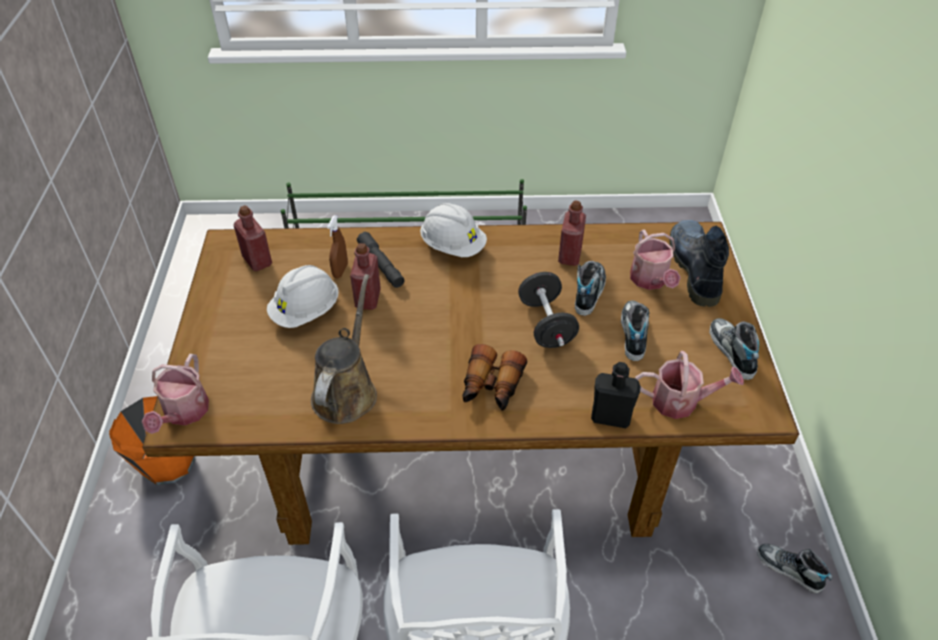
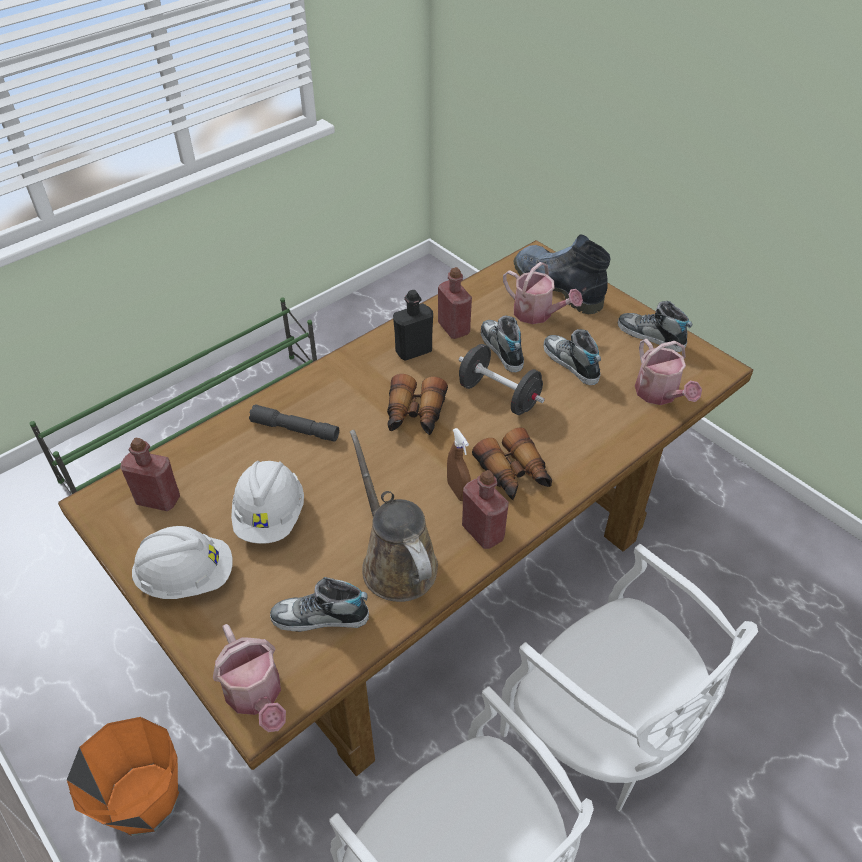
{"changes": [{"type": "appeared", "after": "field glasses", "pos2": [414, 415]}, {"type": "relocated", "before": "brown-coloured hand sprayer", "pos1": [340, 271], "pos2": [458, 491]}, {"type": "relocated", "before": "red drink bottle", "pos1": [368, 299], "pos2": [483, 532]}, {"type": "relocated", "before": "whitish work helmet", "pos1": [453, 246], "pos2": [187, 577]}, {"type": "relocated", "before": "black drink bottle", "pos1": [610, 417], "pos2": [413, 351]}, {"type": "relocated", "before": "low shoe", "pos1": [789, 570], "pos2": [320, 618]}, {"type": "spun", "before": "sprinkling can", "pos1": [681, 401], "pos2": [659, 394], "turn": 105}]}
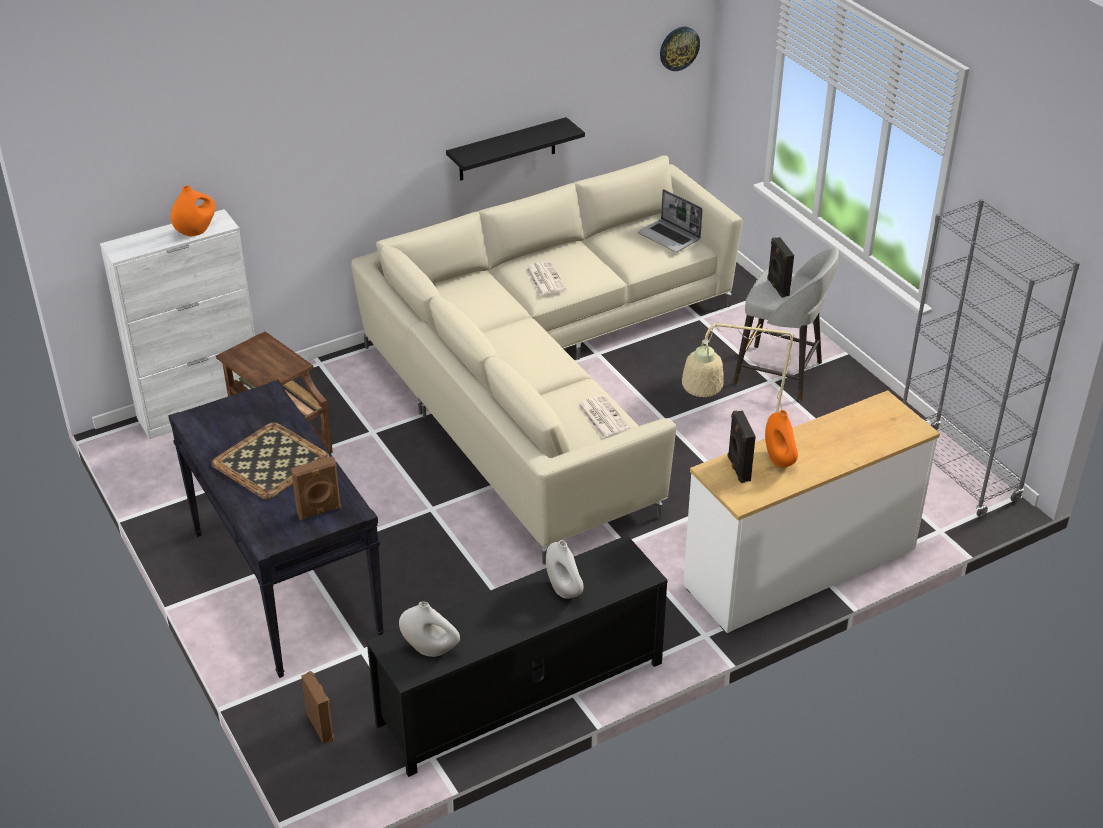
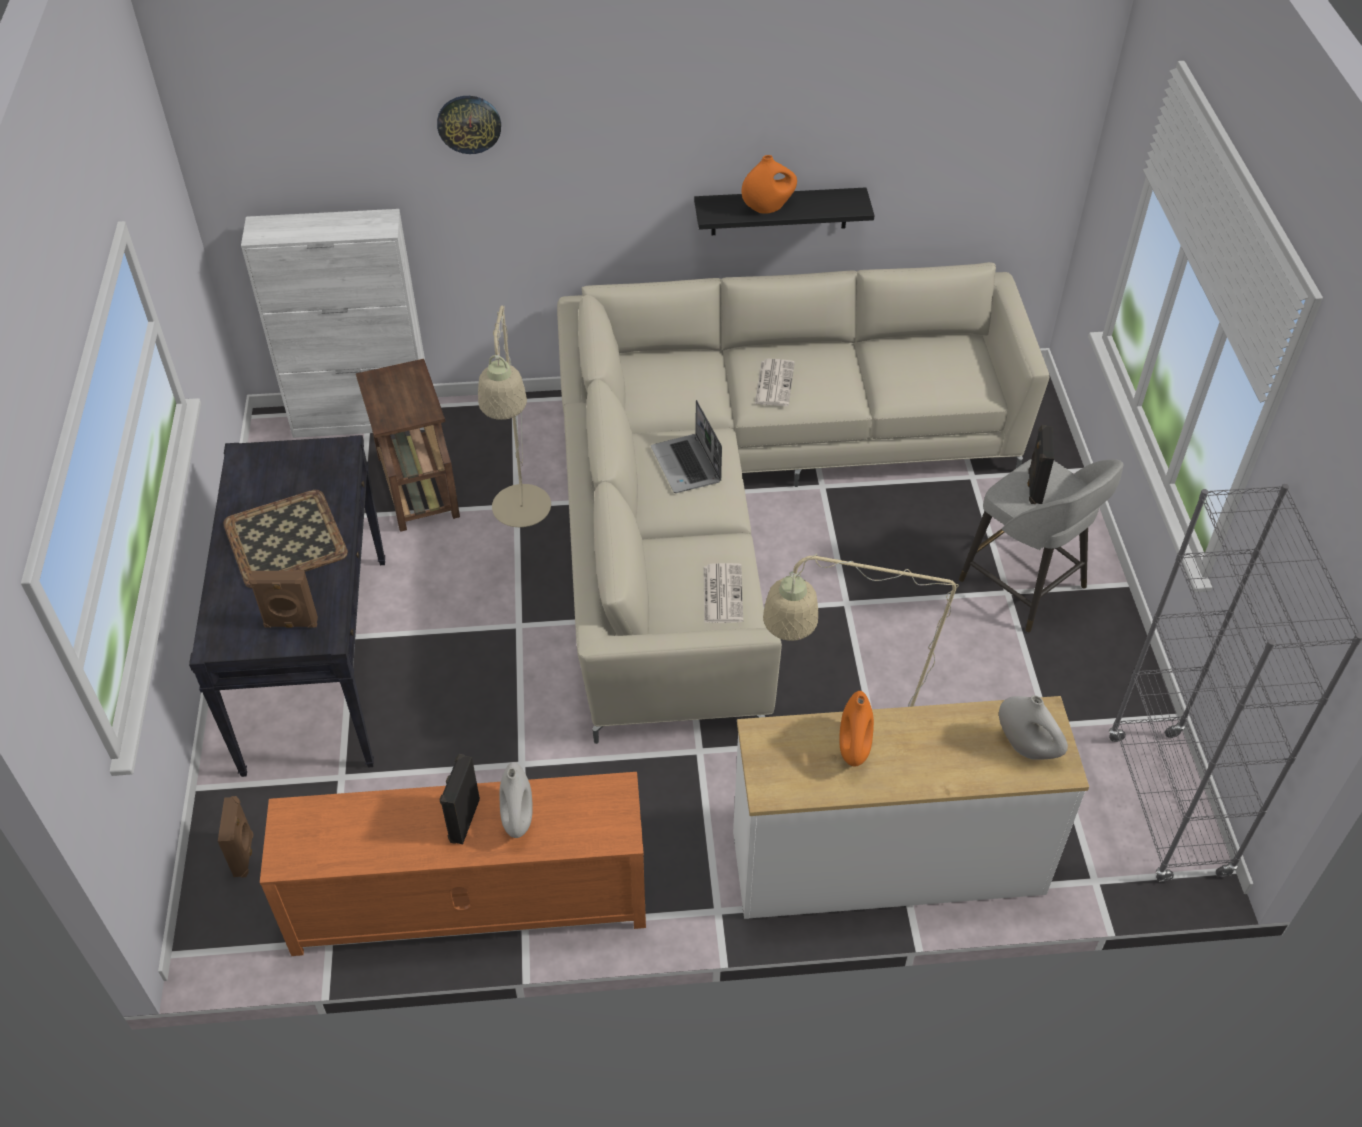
{"changes": [{"type": "appeared", "after": "beige floor lamp", "pos2": [522, 517]}, {"type": "relocated", "before": "orange vase", "pos1": [196, 231], "pos2": [768, 207]}, {"type": "relocated", "before": "whitish vase", "pos1": [430, 649], "pos2": [1027, 747]}, {"type": "relocated", "before": "notebook computer", "pos1": [670, 237], "pos2": [687, 465]}, {"type": "relocated", "before": "clock on the wall", "pos1": [679, 48], "pos2": [469, 123]}, {"type": "relocated", "before": "black loudspeaker", "pos1": [738, 469], "pos2": [463, 820]}, {"type": "colour", "before": "black tv unit", "after": "orange tv unit", "pos1": [520, 694], "pos2": [468, 901]}]}
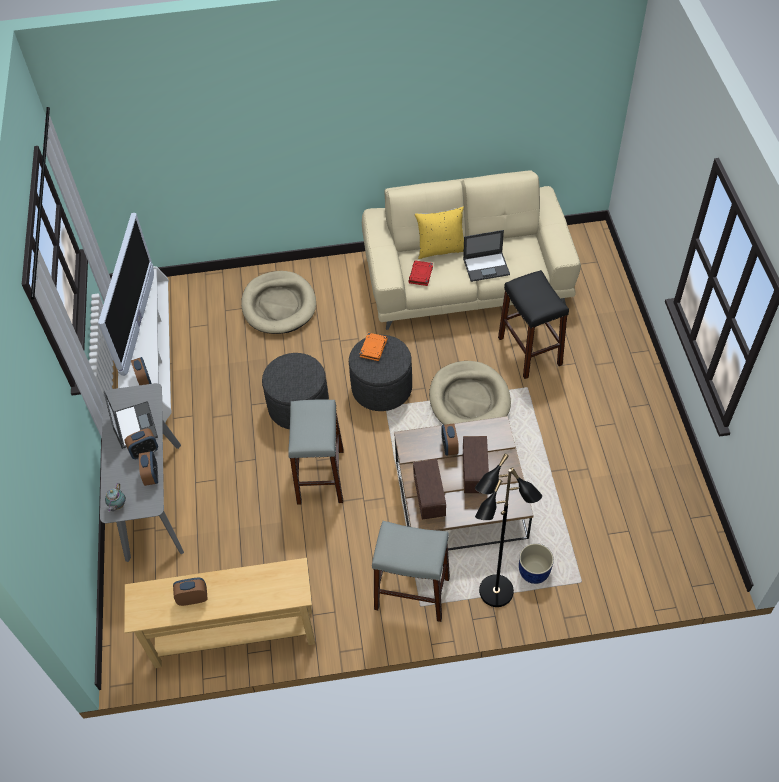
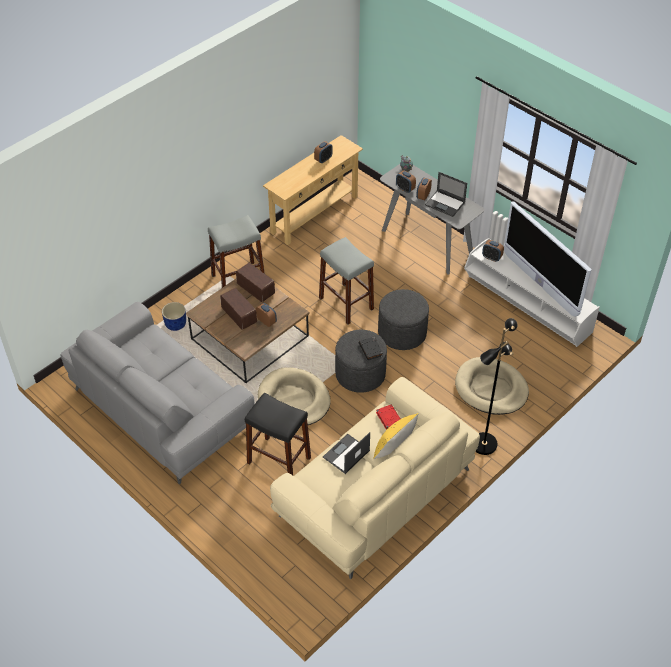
{"changes": [{"type": "appeared", "after": "greyish couch", "pos2": [162, 408]}, {"type": "relocated", "before": "black floor lamp", "pos1": [496, 592], "pos2": [483, 443]}, {"type": "colour", "before": "orange bound book", "after": "black bound book", "pos1": [373, 348], "pos2": [371, 350]}]}
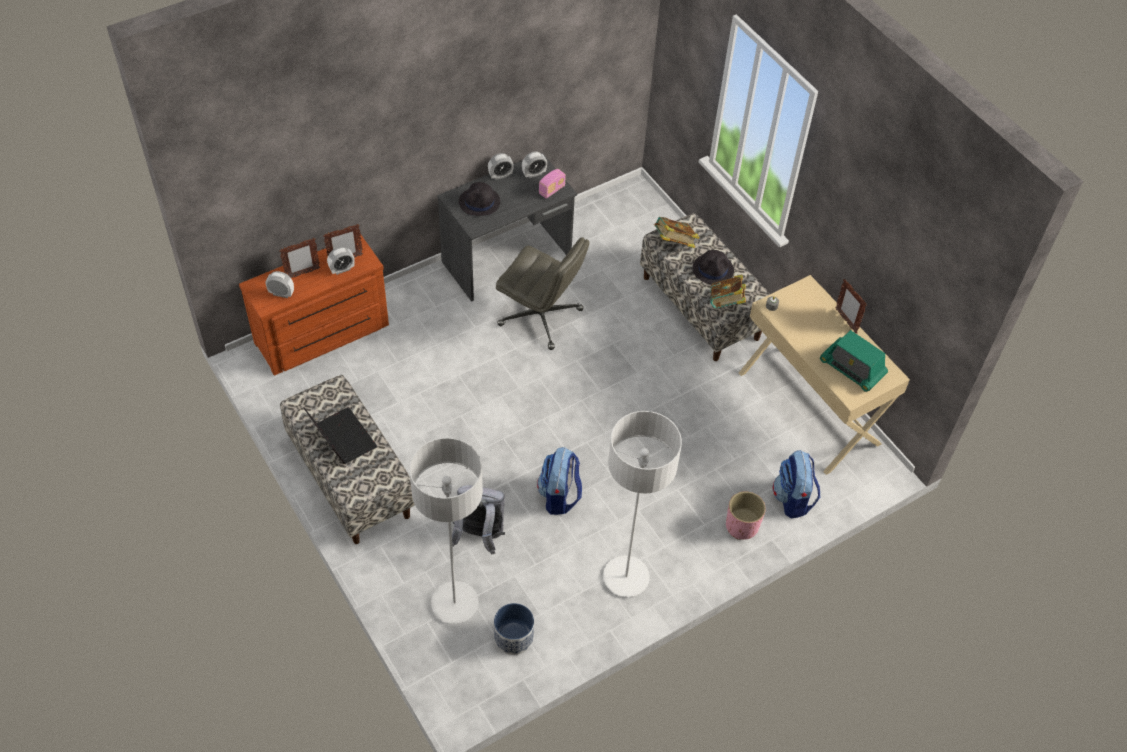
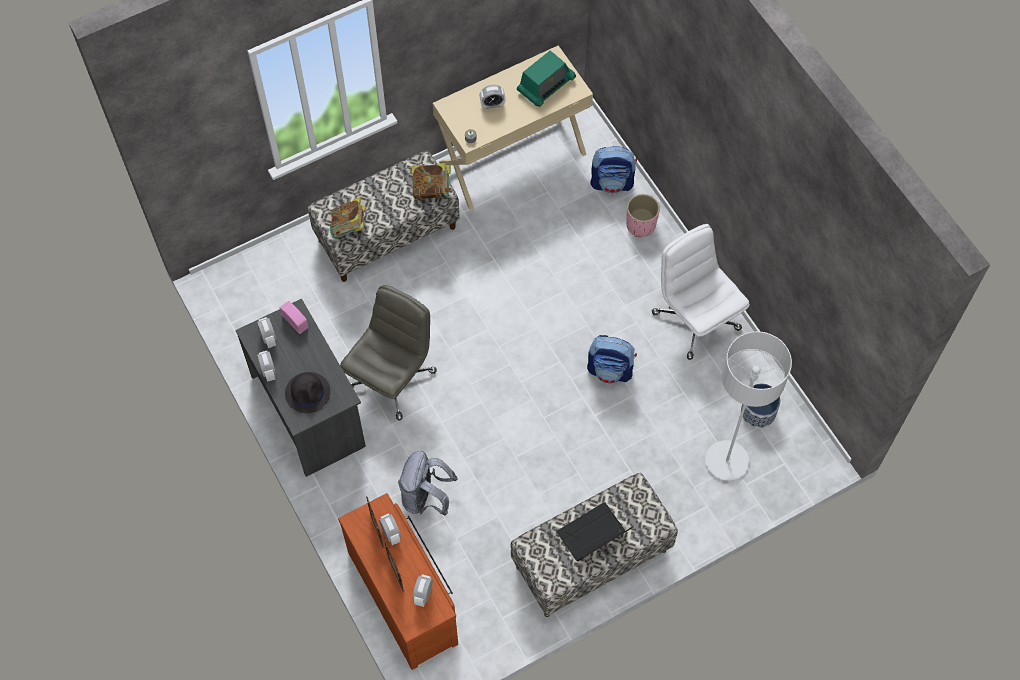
{"changes": [{"type": "missing", "before": "black wearable hat", "pos1": [713, 269]}, {"type": "missing", "before": "picture frame", "pos1": [845, 321]}, {"type": "appeared", "after": "bedside clock", "pos2": [492, 104]}, {"type": "relocated", "before": "greyish rucksack", "pos1": [479, 536], "pos2": [426, 497]}, {"type": "exchanged", "before": "whitish floor lamp", "after": "whitish desk chair", "pos1": [626, 577], "pos2": [695, 320]}]}
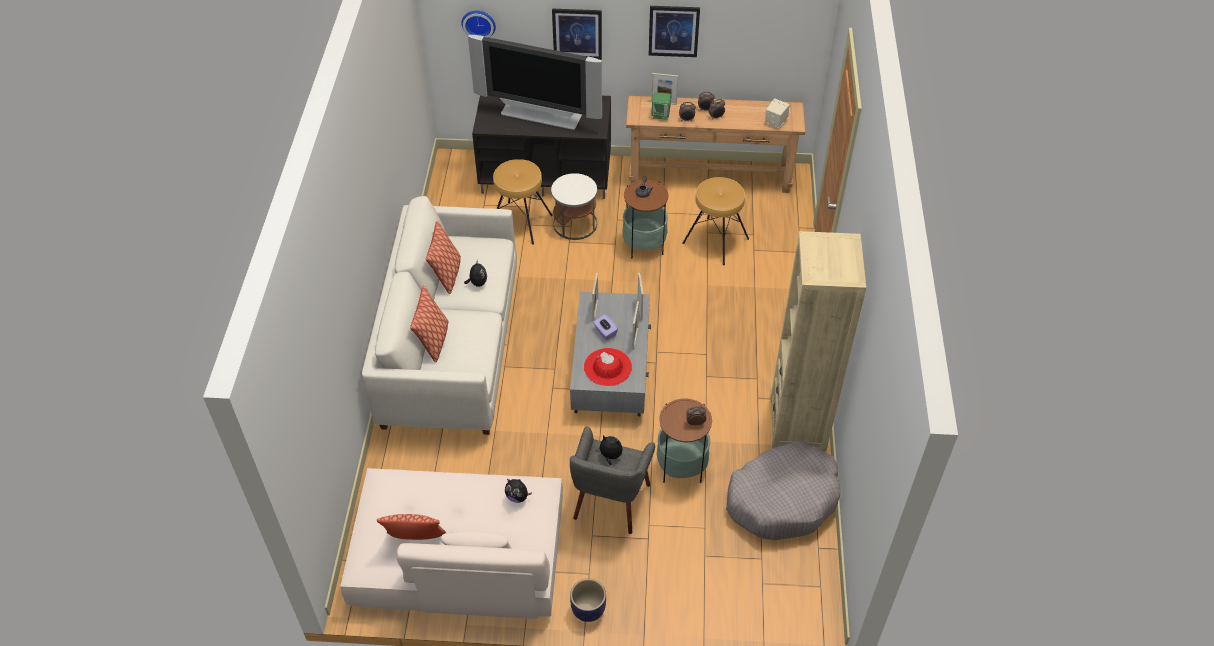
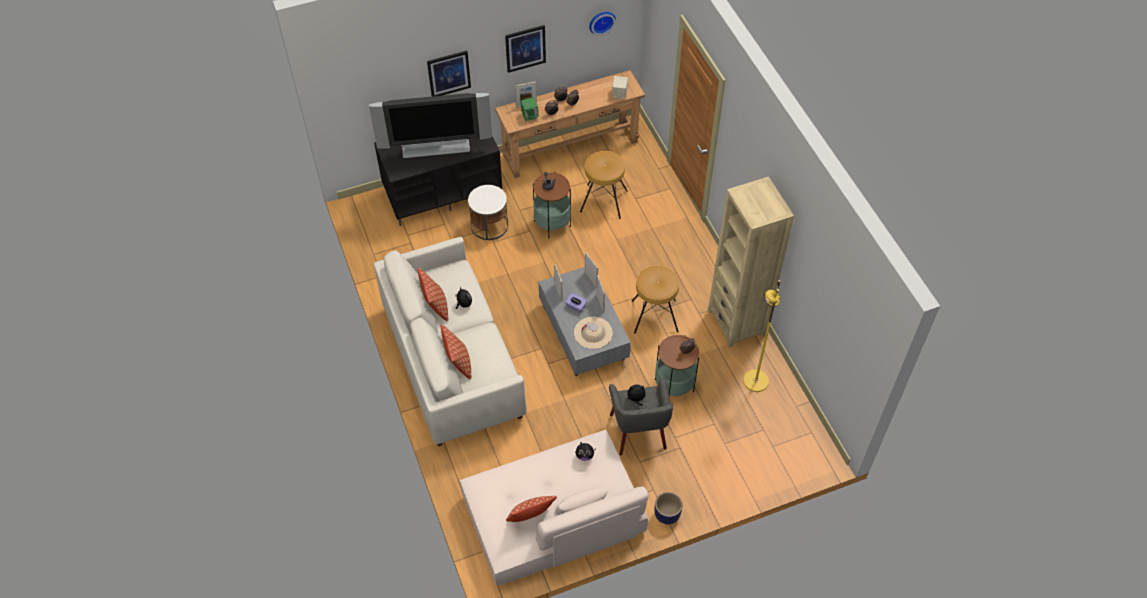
{"changes": [{"type": "relocated", "before": "clock on the wall", "pos1": [479, 23], "pos2": [601, 21]}, {"type": "relocated", "before": "brown-coloured stool seat", "pos1": [520, 222], "pos2": [654, 315]}, {"type": "exchanged", "before": "greyish dog bed", "after": "yellow floor lamp", "pos1": [782, 499], "pos2": [755, 381]}, {"type": "colour", "before": "red wearable hat", "after": "beige wearable hat", "pos1": [607, 367], "pos2": [593, 333]}]}
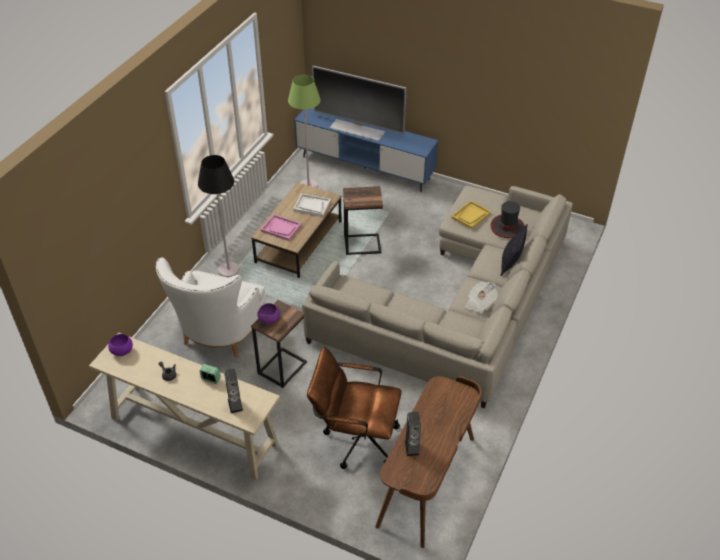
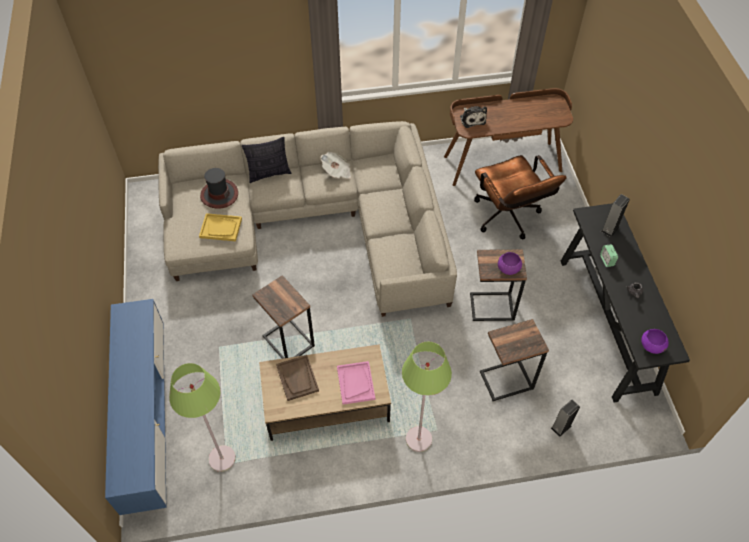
{"changes": [{"type": "missing", "before": "TV", "pos1": [357, 129]}, {"type": "appeared", "after": "cuddly toy", "pos2": [472, 119]}, {"type": "relocated", "before": "loudspeaker", "pos1": [412, 447], "pos2": [561, 427]}, {"type": "exchanged", "before": "whitish lounge chair", "after": "side table", "pos1": [217, 337], "pos2": [507, 381]}, {"type": "colour", "before": "beige hall table", "after": "black hall table", "pos1": [193, 431], "pos2": [607, 325]}, {"type": "colour", "before": "black floor lamp", "after": "greenish floor lamp", "pos1": [228, 270], "pos2": [418, 439]}, {"type": "colour", "before": "whitish serving tray", "after": "brown-coloured serving tray", "pos1": [312, 206], "pos2": [297, 378]}]}
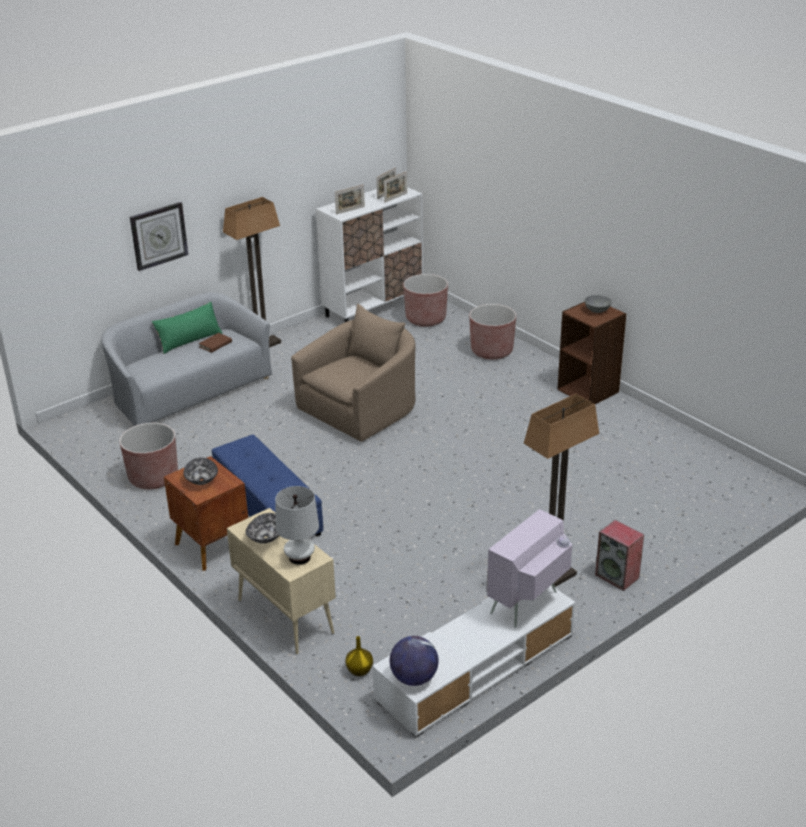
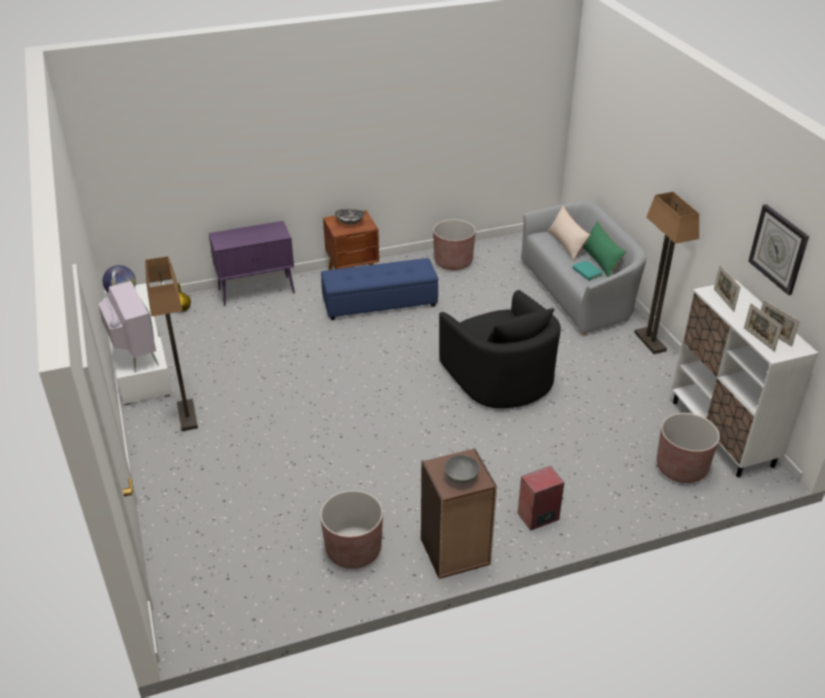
{"changes": [{"type": "missing", "before": "deep dish", "pos1": [266, 537]}, {"type": "missing", "before": "whitish lamp for a table", "pos1": [299, 557]}, {"type": "appeared", "after": "beige throw pillow", "pos2": [566, 244]}, {"type": "relocated", "before": "clock on the wall", "pos1": [158, 235], "pos2": [779, 249]}, {"type": "relocated", "before": "brown-coloured planter", "pos1": [491, 351], "pos2": [353, 550]}, {"type": "relocated", "before": "loudspeaker", "pos1": [618, 576], "pos2": [538, 517]}, {"type": "colour", "before": "brown-coloured bound book", "after": "turquoise-coloured bound book", "pos1": [215, 344], "pos2": [587, 272]}, {"type": "colour", "before": "beige storage cabinet", "after": "purple-coloured storage cabinet", "pos1": [284, 616], "pos2": [257, 291]}, {"type": "colour", "before": "beige lounge chair", "after": "black lounge chair", "pos1": [361, 409], "pos2": [499, 377]}]}
